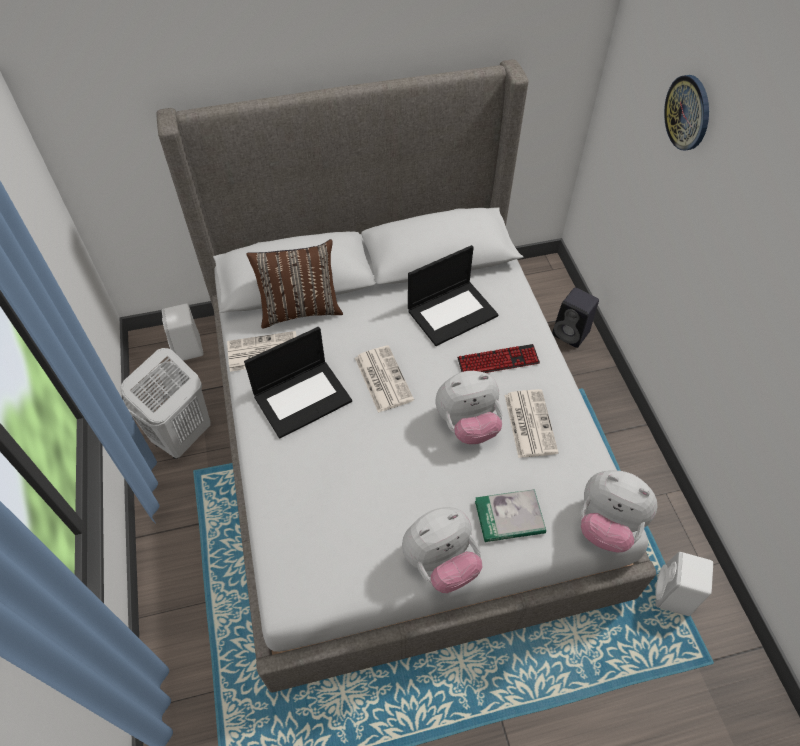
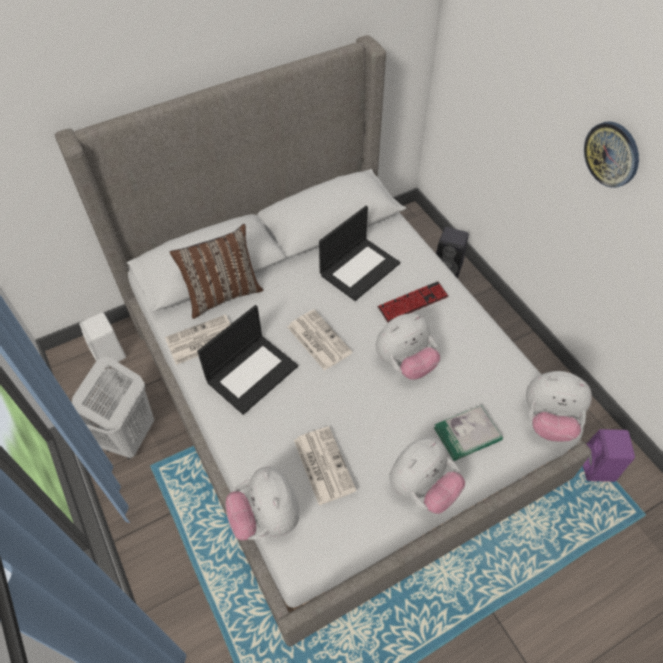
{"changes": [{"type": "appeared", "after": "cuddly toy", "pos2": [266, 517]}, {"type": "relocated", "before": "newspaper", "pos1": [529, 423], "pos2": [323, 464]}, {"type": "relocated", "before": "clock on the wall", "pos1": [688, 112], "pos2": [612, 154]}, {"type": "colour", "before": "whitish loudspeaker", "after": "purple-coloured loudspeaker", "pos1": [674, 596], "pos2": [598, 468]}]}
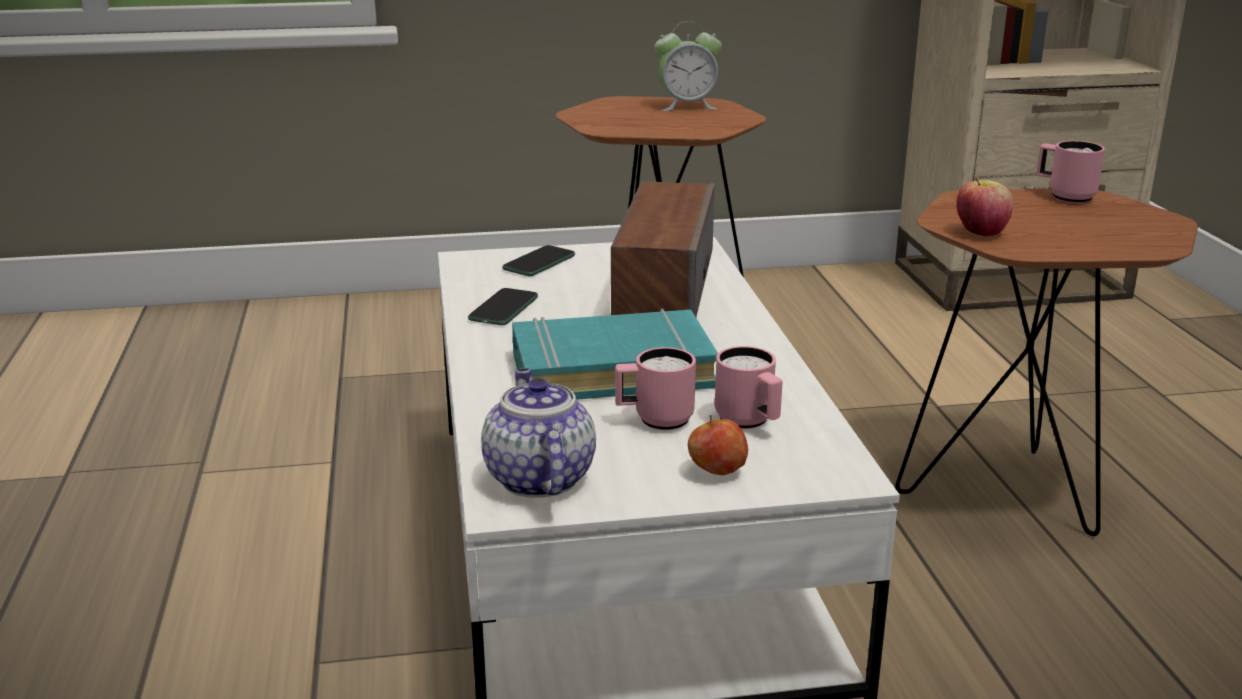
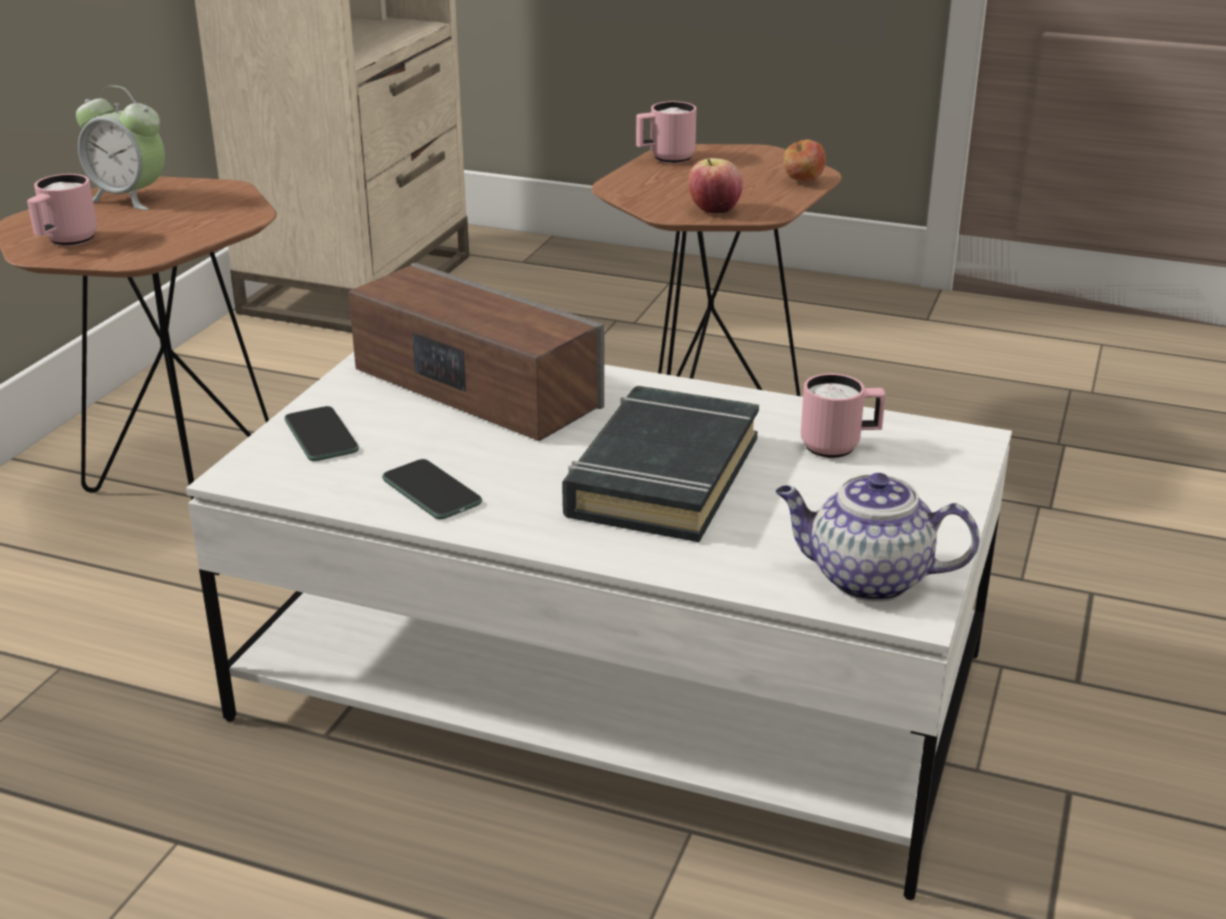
{"changes": [{"type": "relocated", "before": "pink-coloured mug", "pos1": [654, 420], "pos2": [66, 242]}, {"type": "relocated", "before": "whole apple", "pos1": [716, 472], "pos2": [803, 182]}, {"type": "colour", "before": "turquoise-coloured bound book", "after": "black bound book", "pos1": [612, 369], "pos2": [662, 476]}, {"type": "spun", "before": "bedside clock", "pos1": [687, 106], "pos2": [129, 198], "turn": 90}]}
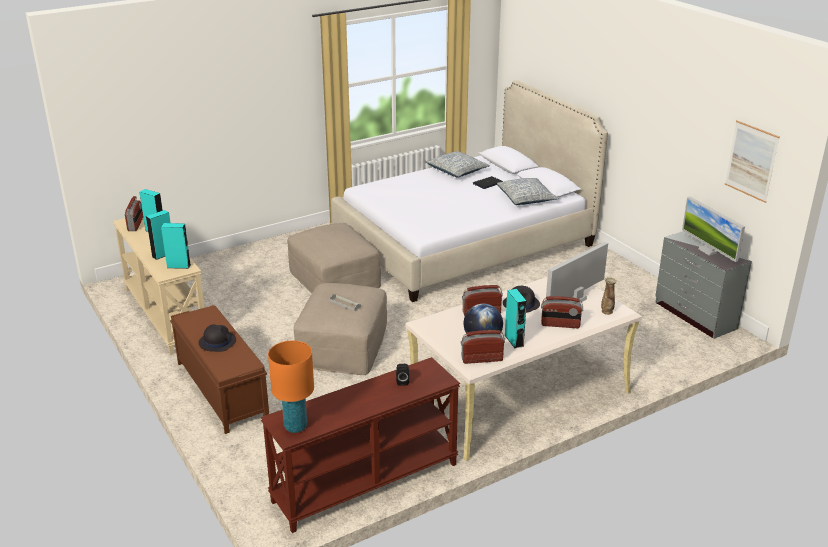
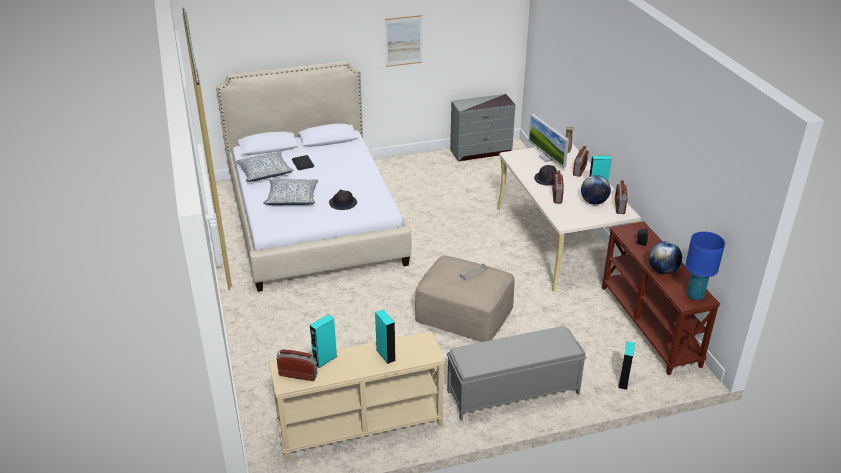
{"changes": [{"type": "missing", "before": "beige pouffe", "pos1": [334, 278]}, {"type": "missing", "before": "monitor", "pos1": [708, 250]}, {"type": "appeared", "after": "desk globe", "pos2": [662, 270]}, {"type": "relocated", "before": "turquoise-coloured loudspeaker", "pos1": [178, 266], "pos2": [623, 381]}, {"type": "relocated", "before": "black wearable hat", "pos1": [217, 341], "pos2": [342, 203]}, {"type": "relocated", "before": "throw pillow", "pos1": [526, 199], "pos2": [292, 198]}, {"type": "relocated", "before": "wall picture", "pos1": [751, 161], "pos2": [403, 41]}, {"type": "colour", "before": "brown-coloured long seat", "after": "greyish long seat", "pos1": [221, 389], "pos2": [512, 392]}, {"type": "colour", "before": "orange lamp for a table", "after": "blue-coloured lamp for a table", "pos1": [295, 427], "pos2": [695, 296]}]}
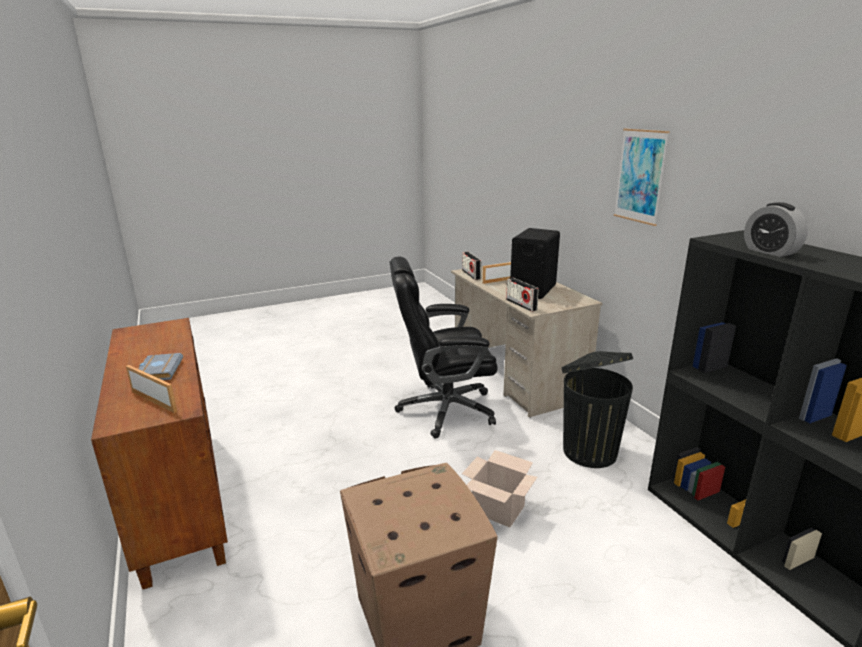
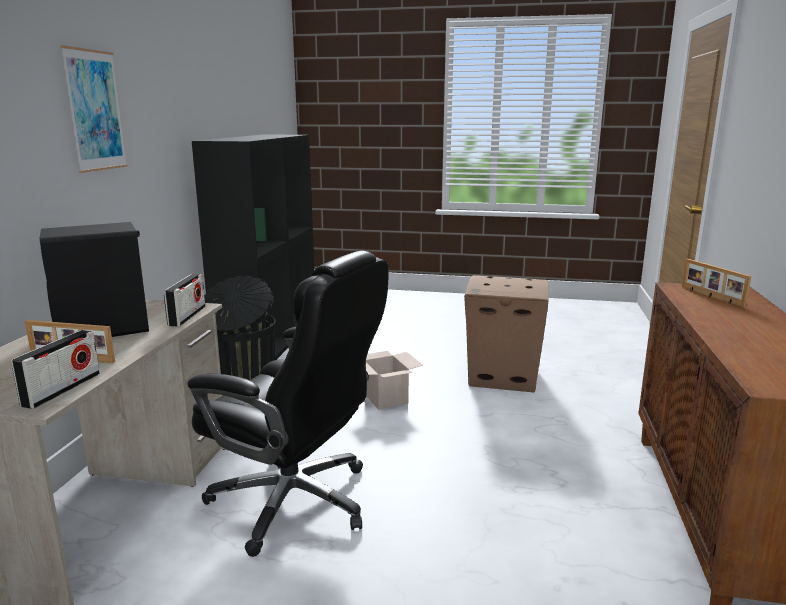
{"changes": [{"type": "missing", "before": "greyish bound book", "pos1": [158, 371]}, {"type": "missing", "before": "bedside clock", "pos1": [770, 252]}]}
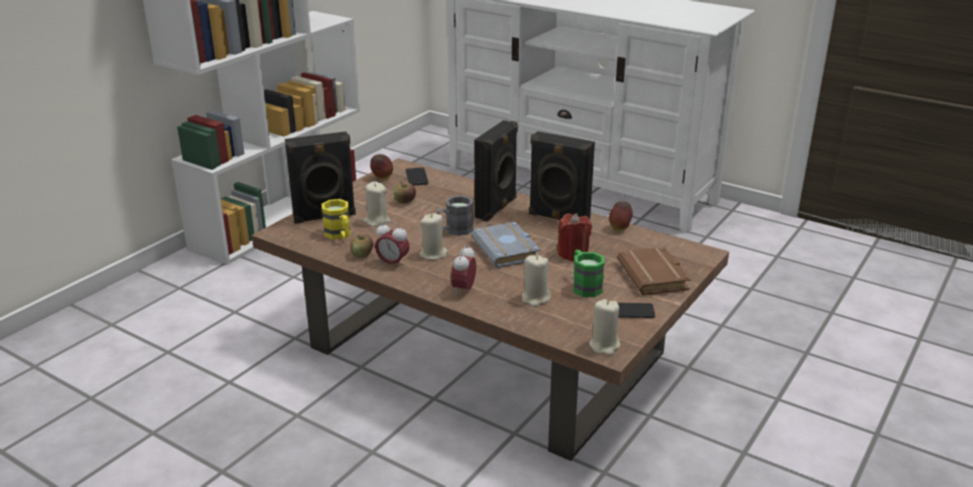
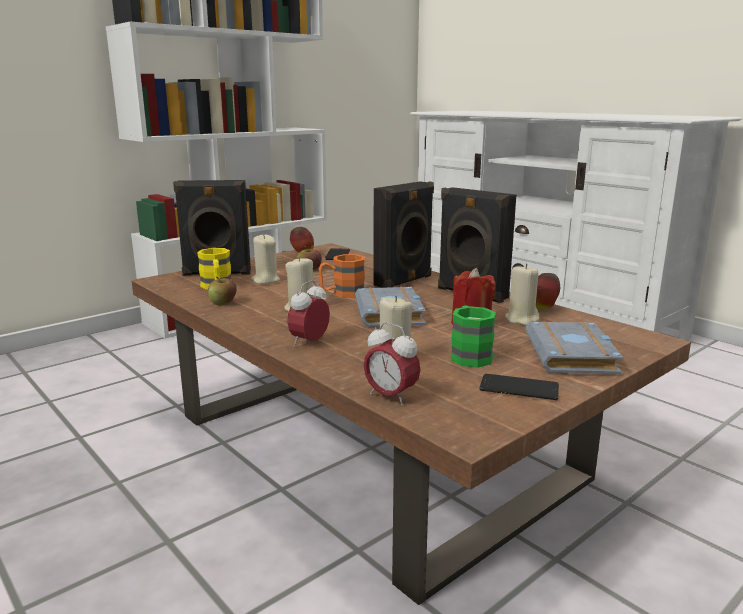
{"changes": [{"type": "relocated", "before": "bedside clock", "pos1": [392, 263], "pos2": [391, 397]}, {"type": "relocated", "before": "beige candle", "pos1": [604, 346], "pos2": [522, 319]}, {"type": "colour", "before": "greyish mug", "after": "orange mug", "pos1": [454, 231], "pos2": [342, 294]}, {"type": "colour", "before": "brown-coloured bound book", "after": "greyish bound book", "pos1": [655, 277], "pos2": [574, 356]}]}
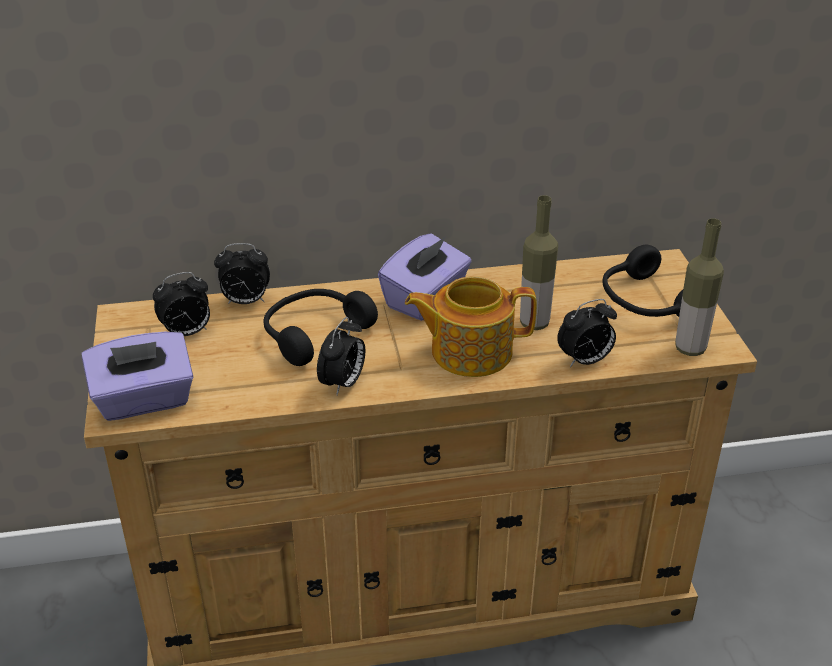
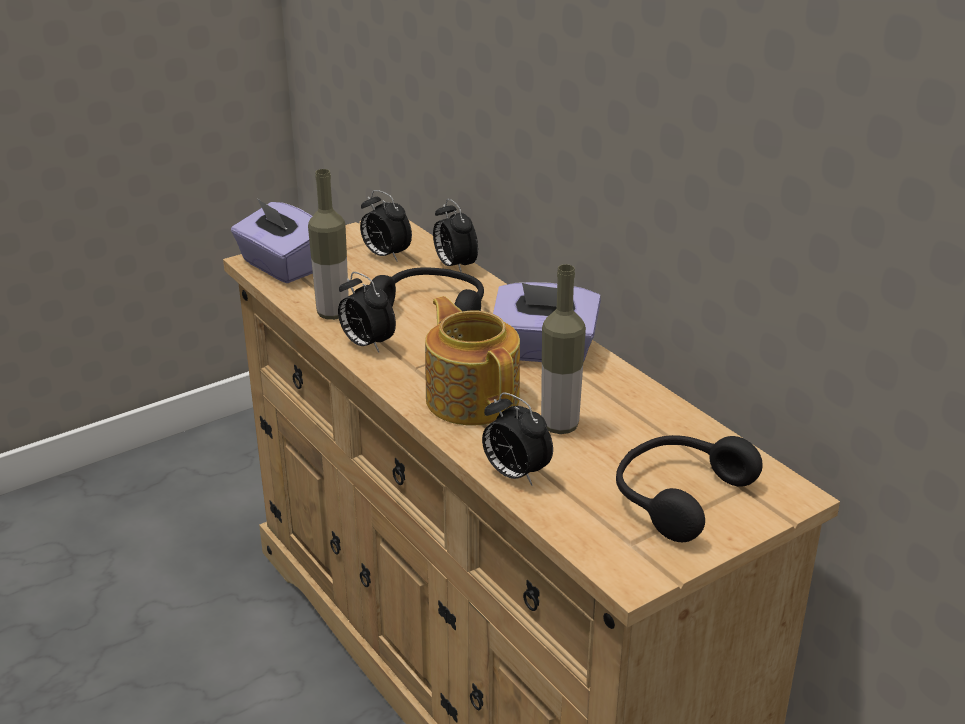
{"changes": [{"type": "relocated", "before": "drink bottle", "pos1": [690, 348], "pos2": [333, 314]}, {"type": "spun", "before": "bedside clock", "pos1": [343, 384], "pos2": [366, 344], "turn": 45}]}
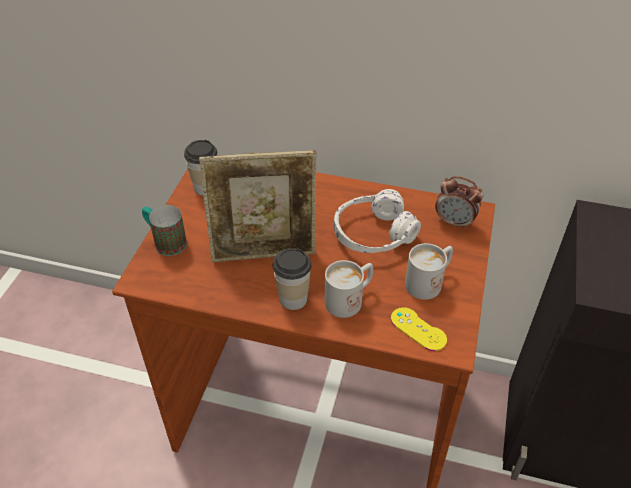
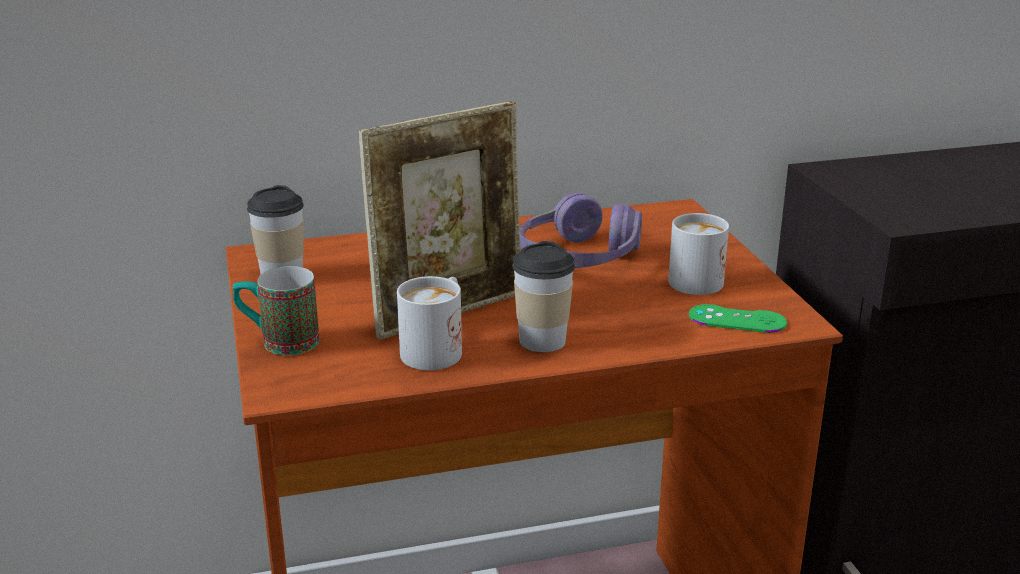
{"changes": [{"type": "missing", "before": "bedside clock", "pos1": [454, 222]}, {"type": "relocated", "before": "whitish mug", "pos1": [350, 299], "pos2": [437, 348]}, {"type": "colour", "before": "whitish headset", "after": "purple-coloured headset", "pos1": [373, 234], "pos2": [578, 257]}, {"type": "colour", "before": "yellow joypad", "after": "greenish joypad", "pos1": [418, 329], "pos2": [737, 319]}]}
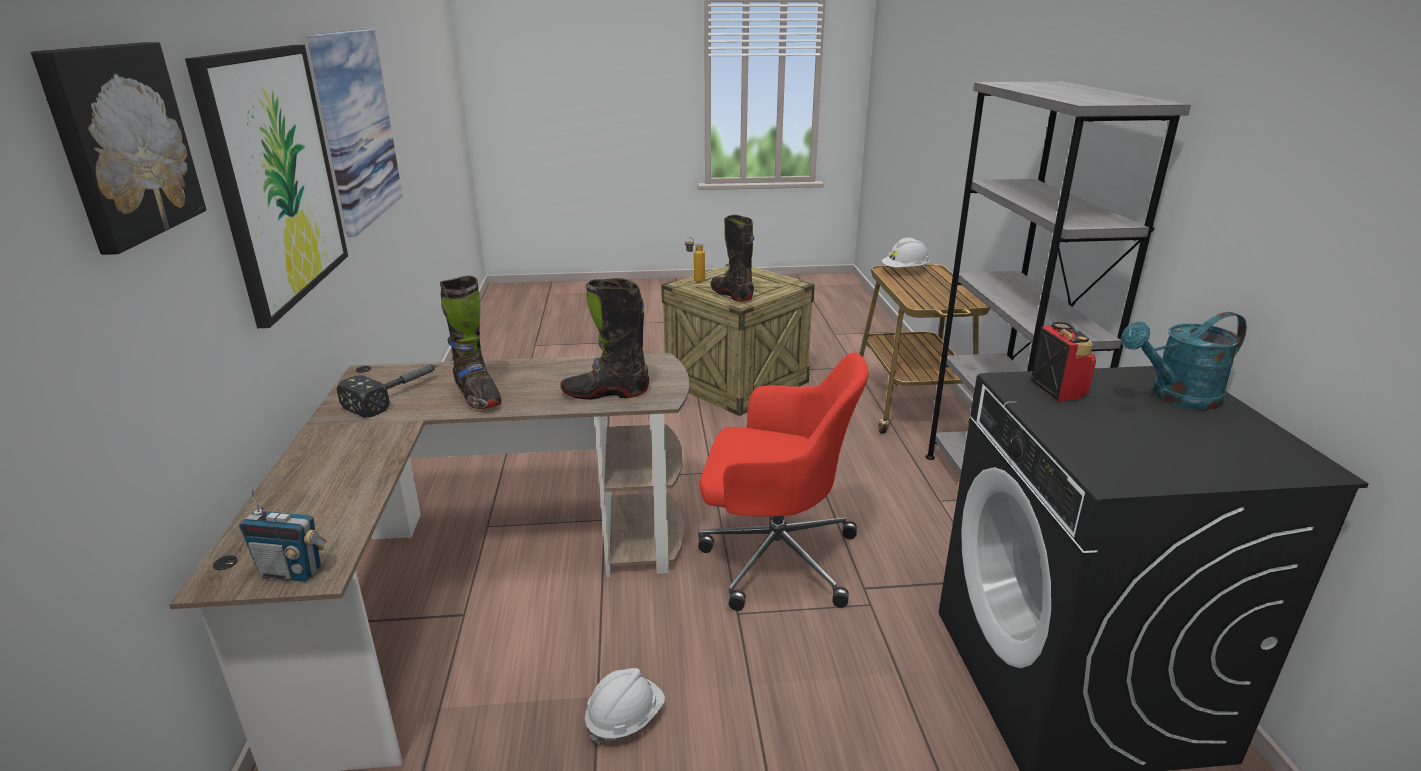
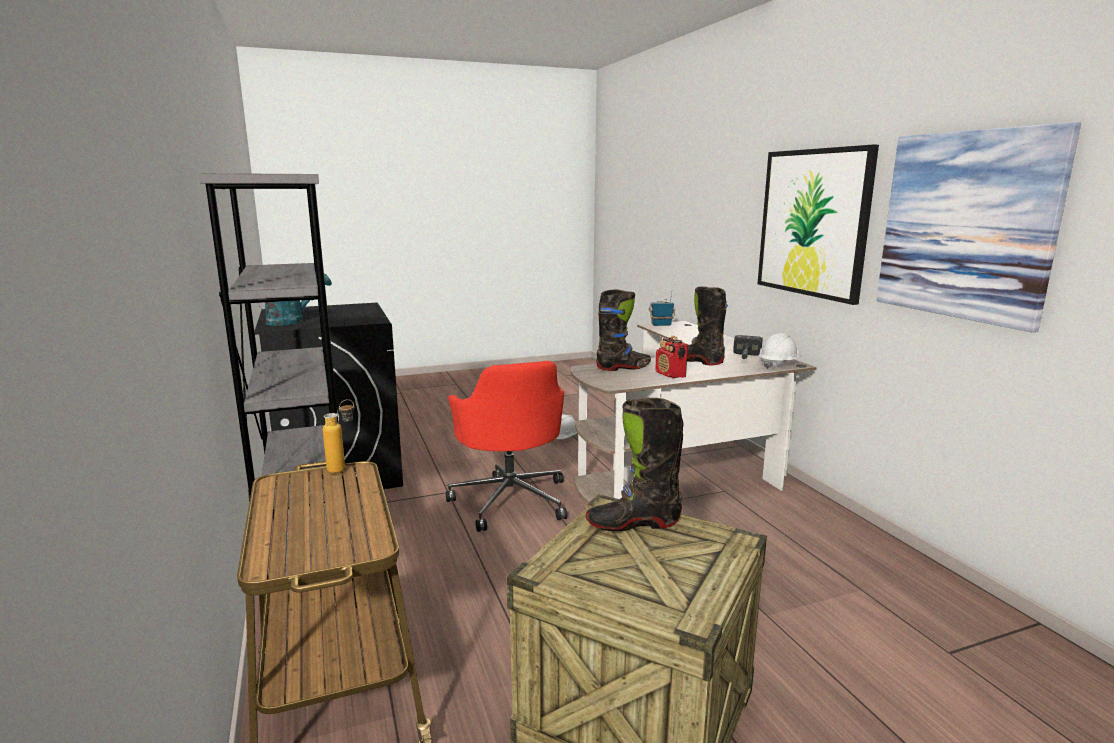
{"changes": [{"type": "missing", "before": "wall picture", "pos1": [121, 143]}, {"type": "relocated", "before": "drink bottle", "pos1": [695, 281], "pos2": [343, 468]}, {"type": "relocated", "before": "whitish work helmet", "pos1": [905, 271], "pos2": [778, 365]}, {"type": "relocated", "before": "radio set", "pos1": [1057, 389], "pos2": [670, 375]}, {"type": "spun", "before": "red desk chair", "pos1": [774, 556], "pos2": [511, 500], "turn": -105}, {"type": "spun", "before": "black boot", "pos1": [732, 295], "pos2": [633, 523], "turn": 135}]}
